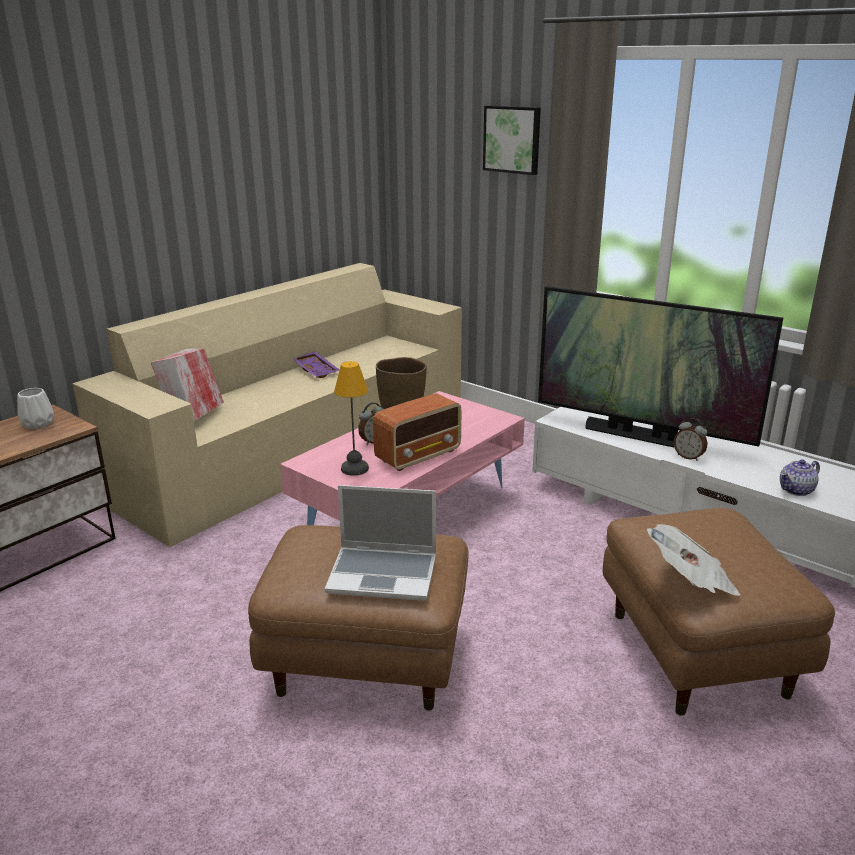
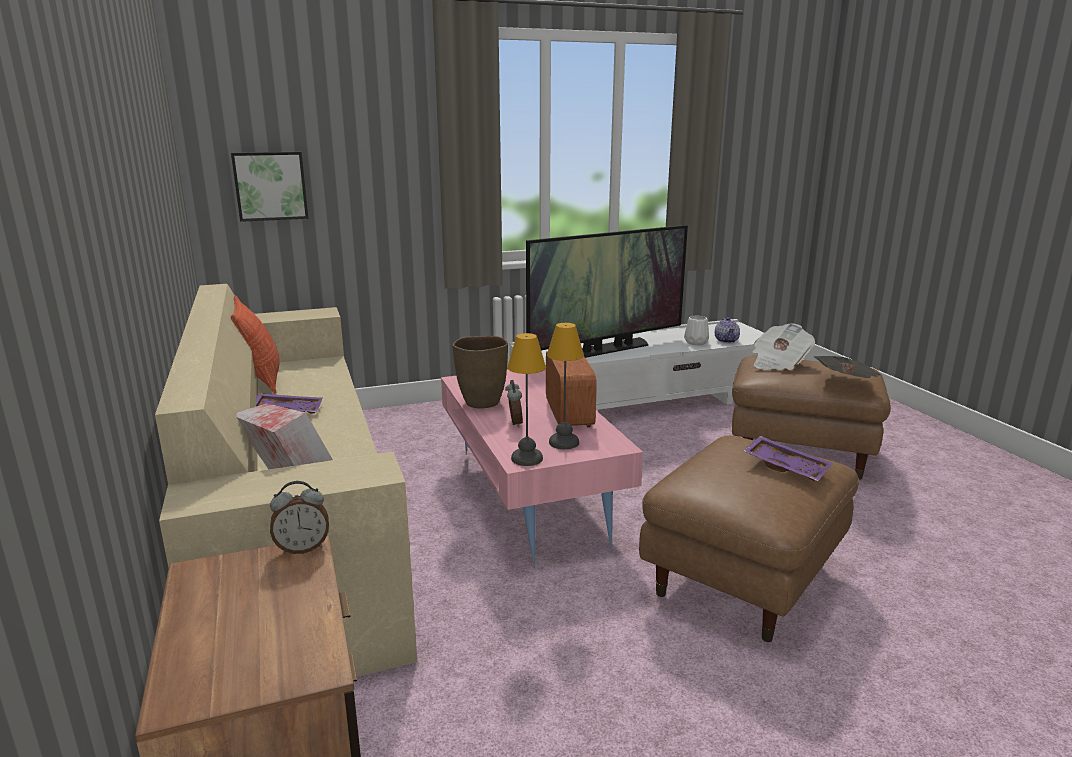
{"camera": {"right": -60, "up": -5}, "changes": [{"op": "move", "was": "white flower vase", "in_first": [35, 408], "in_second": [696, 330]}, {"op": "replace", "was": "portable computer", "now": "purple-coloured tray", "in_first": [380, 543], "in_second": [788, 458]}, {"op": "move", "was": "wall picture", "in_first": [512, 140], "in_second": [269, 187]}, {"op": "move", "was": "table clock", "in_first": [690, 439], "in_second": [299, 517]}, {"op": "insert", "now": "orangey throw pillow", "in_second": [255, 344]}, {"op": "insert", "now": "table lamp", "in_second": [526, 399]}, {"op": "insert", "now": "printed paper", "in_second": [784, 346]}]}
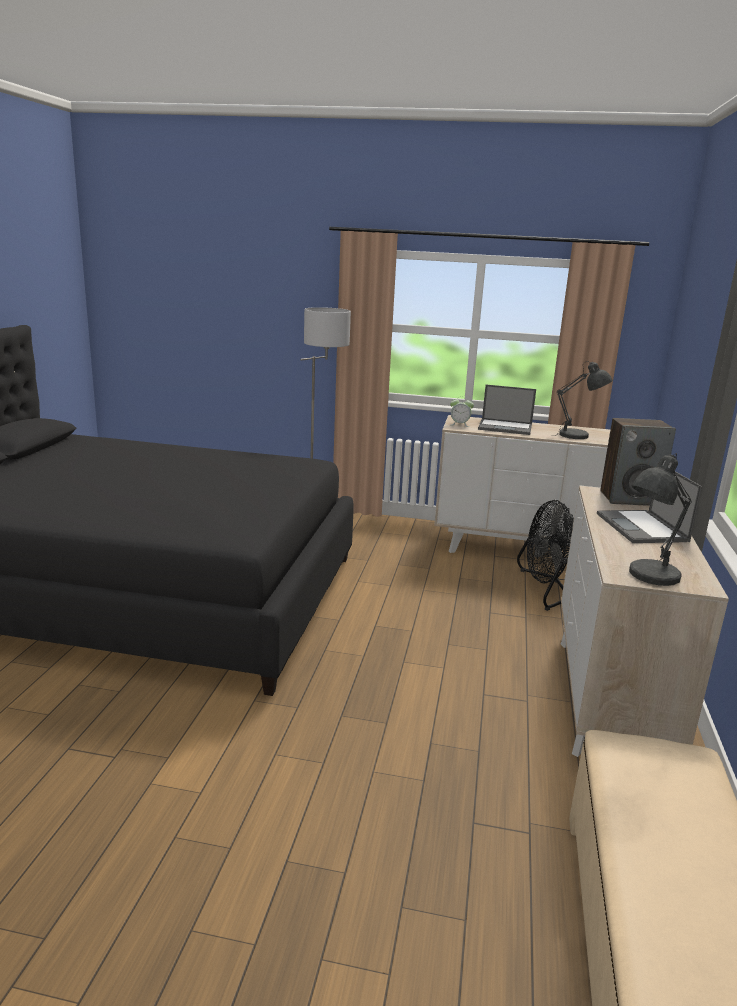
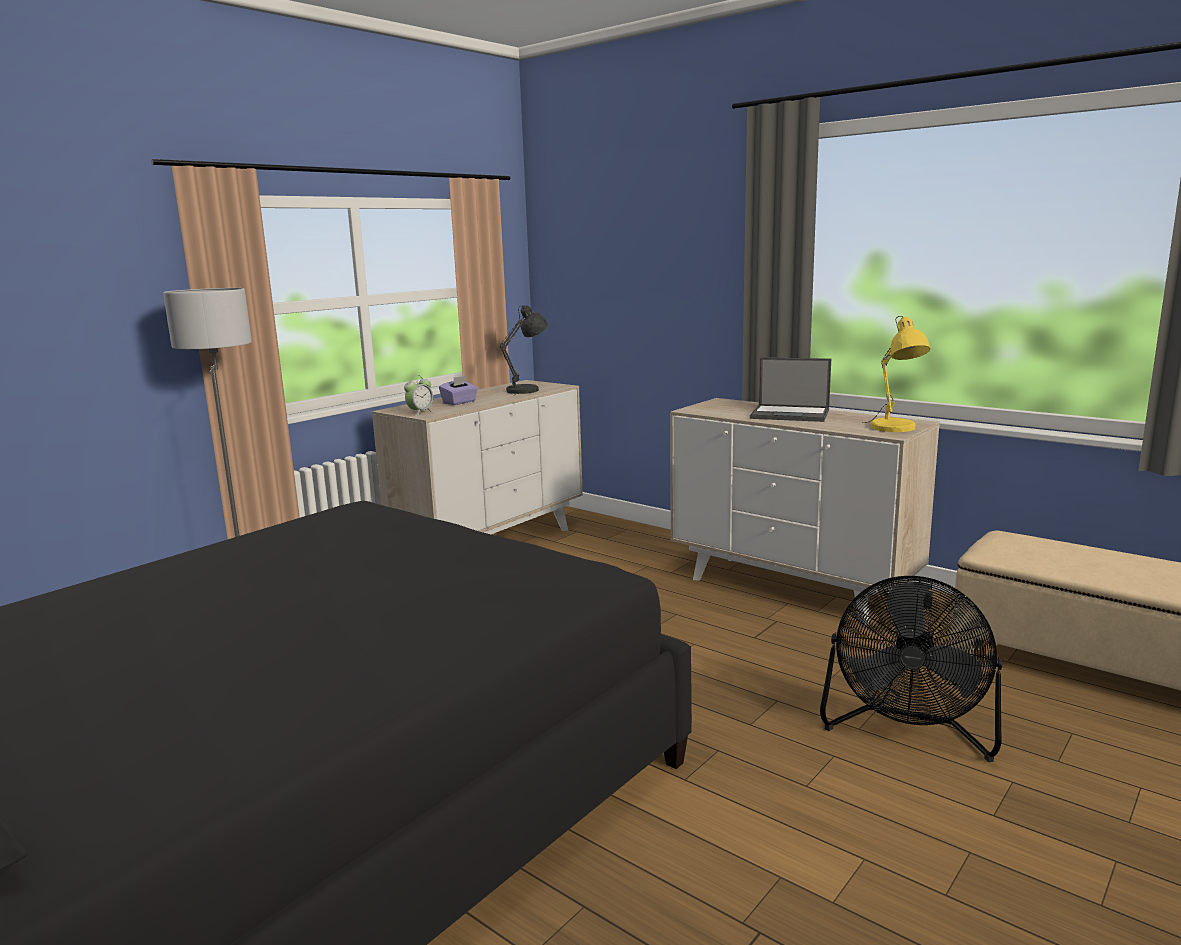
{"camera": {"right": -60, "up": -5}, "changes": [{"op": "replace", "was": "portable computer", "now": "purple-coloured tissue box", "in_first": [507, 410], "in_second": [458, 390]}, {"op": "move", "was": "blackish electric fan", "in_first": [545, 555], "in_second": [911, 669]}, {"op": "delete", "was": "loudspeaker", "in_first": [638, 462]}, {"op": "recolor", "was": "gray table lamp", "now": "yellow table lamp", "in_first": [660, 519], "in_second": [896, 374]}]}
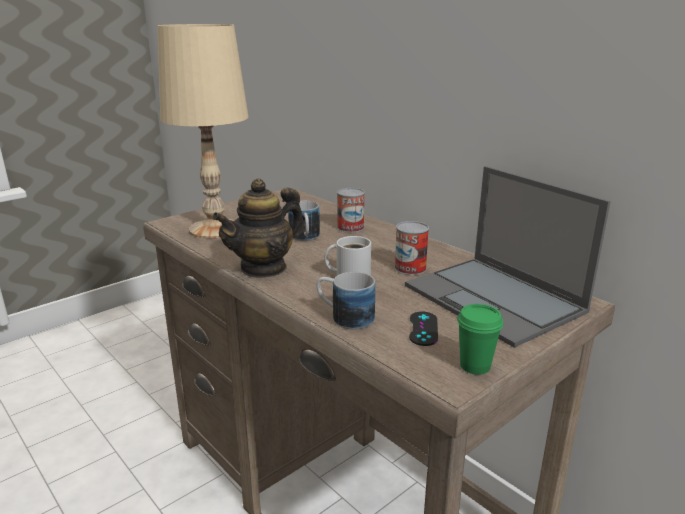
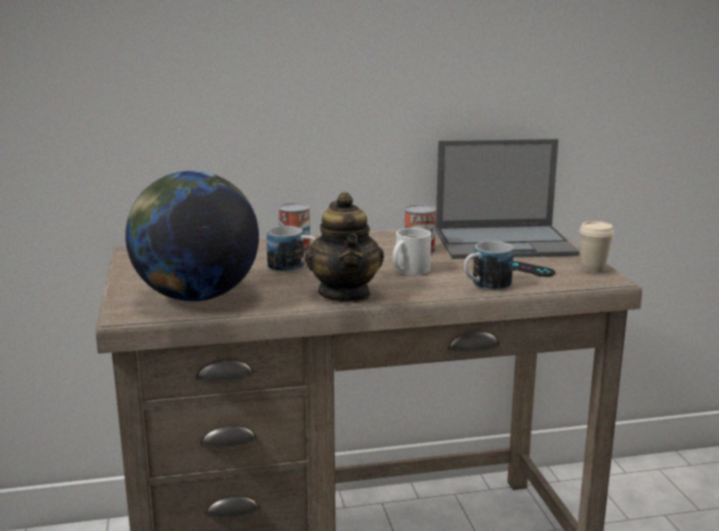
{"camera": {"right": -60, "up": -5}, "changes": [{"op": "replace", "was": "sand-coloured table lamp", "now": "world globe", "in_first": [202, 131], "in_second": [192, 236]}, {"op": "recolor", "was": "greenish small cup", "now": "sand-coloured small cup", "in_first": [480, 339], "in_second": [596, 247]}]}
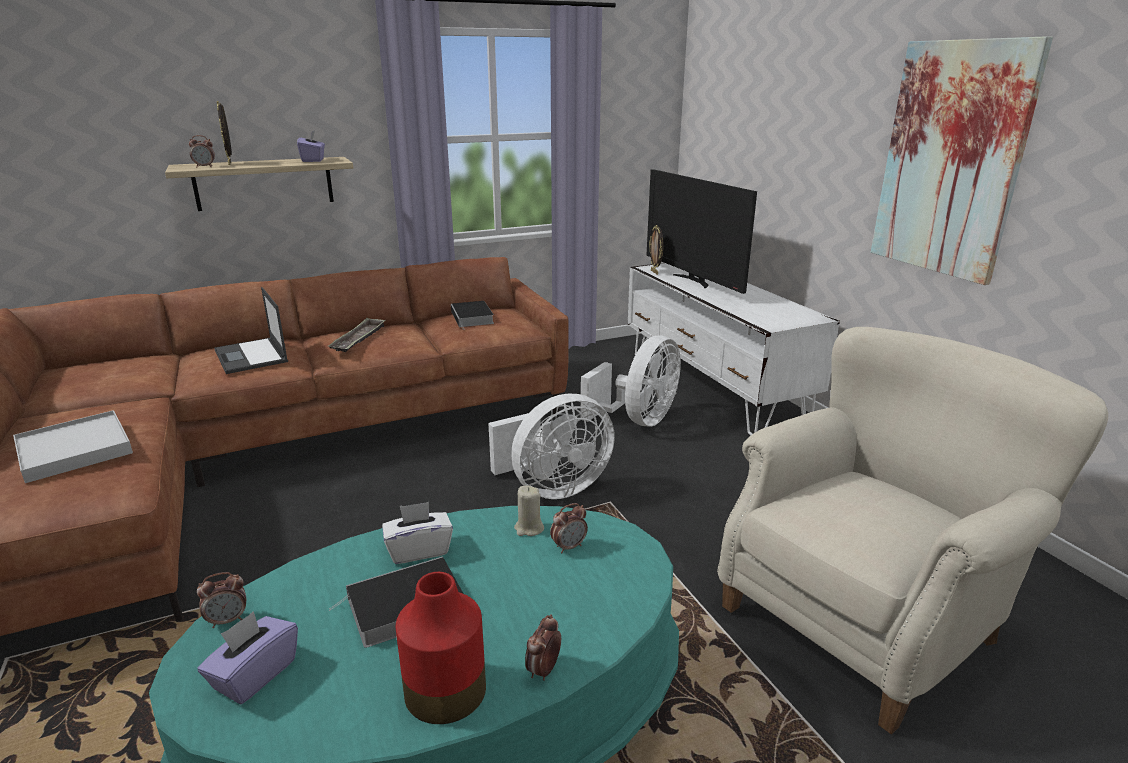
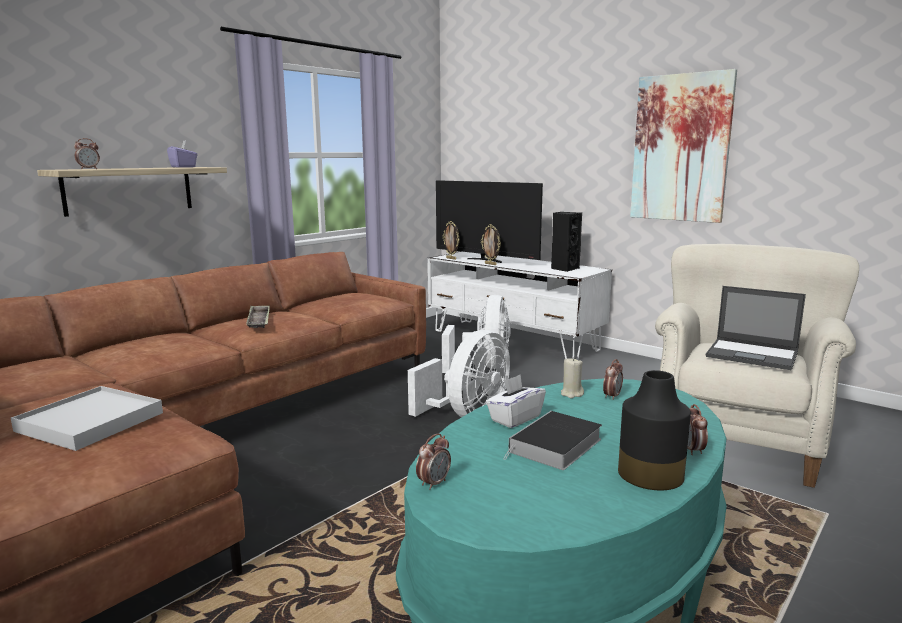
{"camera": {"right": -25, "up": -10}, "changes": [{"op": "delete", "was": "purple-coloured tissue box", "in_first": [247, 657]}, {"op": "move", "was": "portable computer", "in_first": [251, 330], "in_second": [756, 328]}, {"op": "move", "was": "photo frame", "in_first": [224, 133], "in_second": [491, 244]}, {"op": "recolor", "was": "red-coloured flower vase", "now": "blackish flower vase", "in_first": [441, 648], "in_second": [654, 430]}, {"op": "delete", "was": "bound book", "in_first": [472, 315]}, {"op": "insert", "now": "blackish loudspeaker", "in_second": [566, 242]}]}
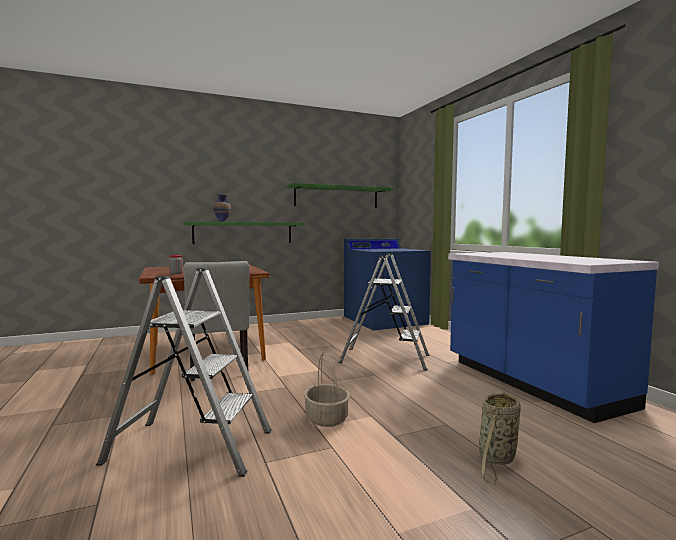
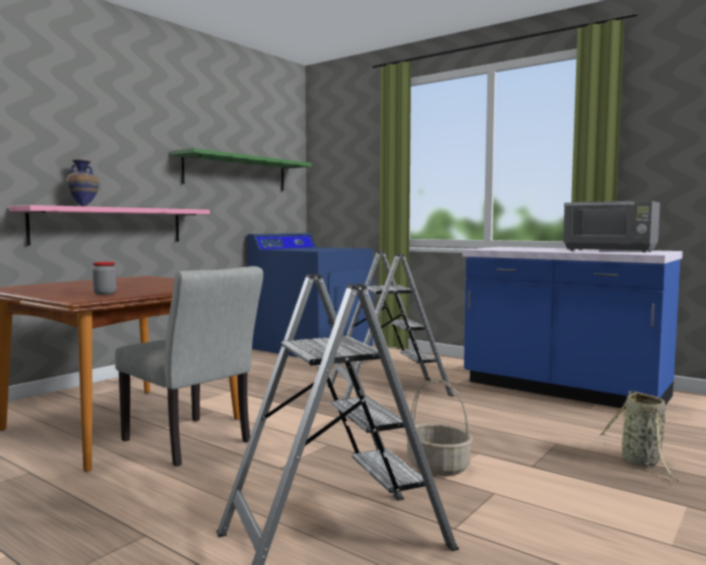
{"camera": {"right": -30, "up": 0}, "changes": [{"op": "recolor", "was": "greenish shelf", "now": "pink-coloured shelf", "in_first": [244, 233], "in_second": [109, 225]}, {"op": "insert", "now": "gray microwave oven", "in_second": [611, 226]}]}
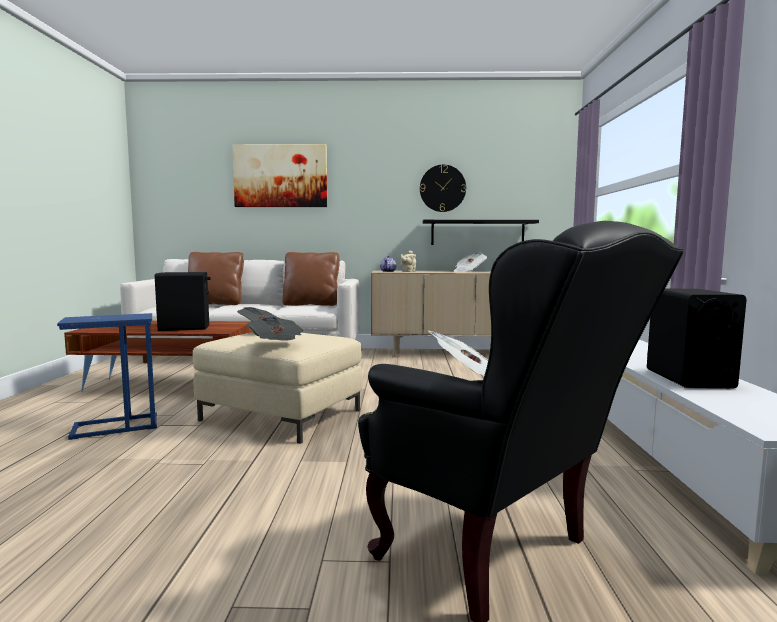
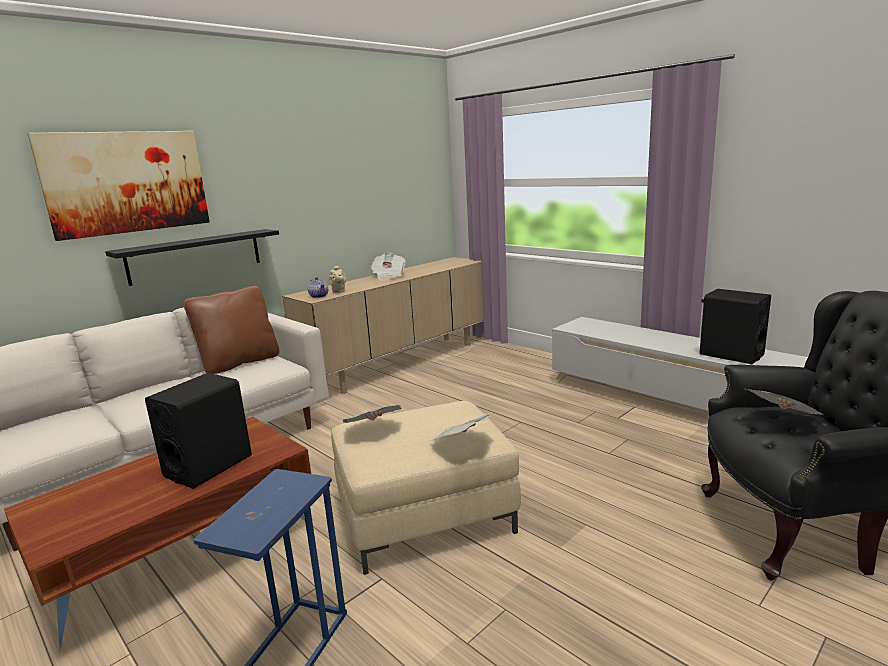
{"camera": {"right": -45, "up": 10}, "changes": [{"op": "delete", "was": "brown throw pillow", "in_first": [216, 278]}, {"op": "delete", "was": "clock on the wall", "in_first": [443, 188]}, {"op": "move", "was": "blackish shelf", "in_first": [481, 232], "in_second": [192, 257]}]}
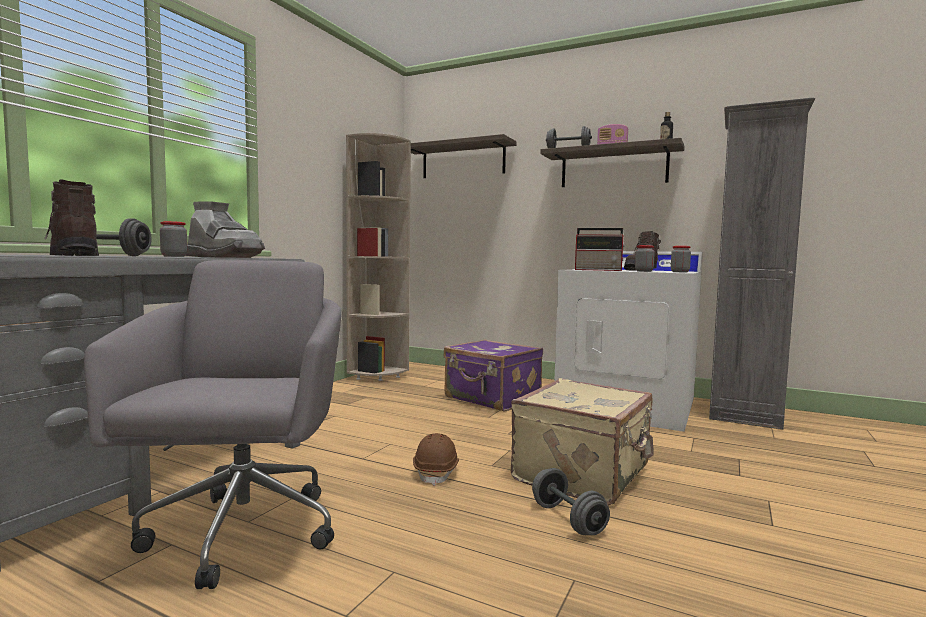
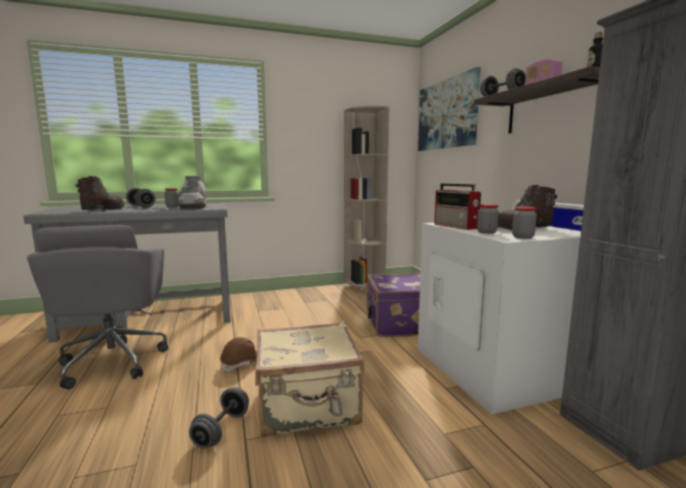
{"camera": {"right": 45, "up": 5}, "changes": [{"op": "rotate", "was": "gray office chair", "in_first": [212, 424], "in_second": [97, 307], "clockwise": 120}, {"op": "replace", "was": "shelf", "now": "wall picture", "in_first": [464, 156], "in_second": [449, 109]}]}
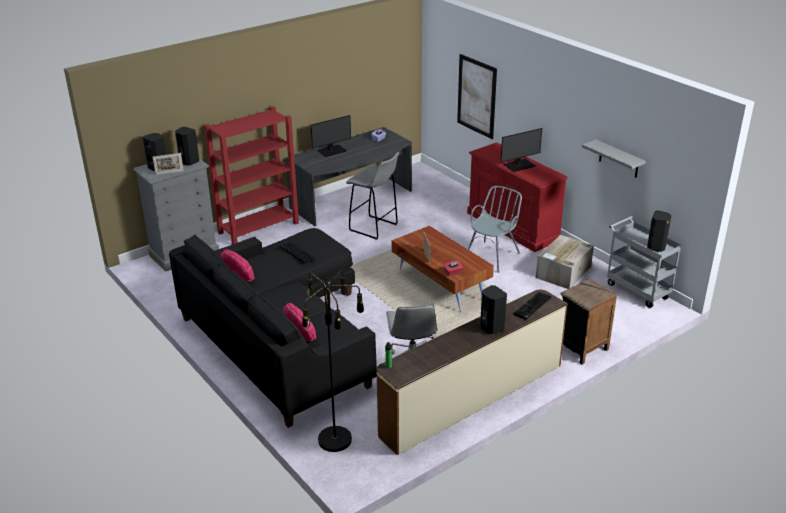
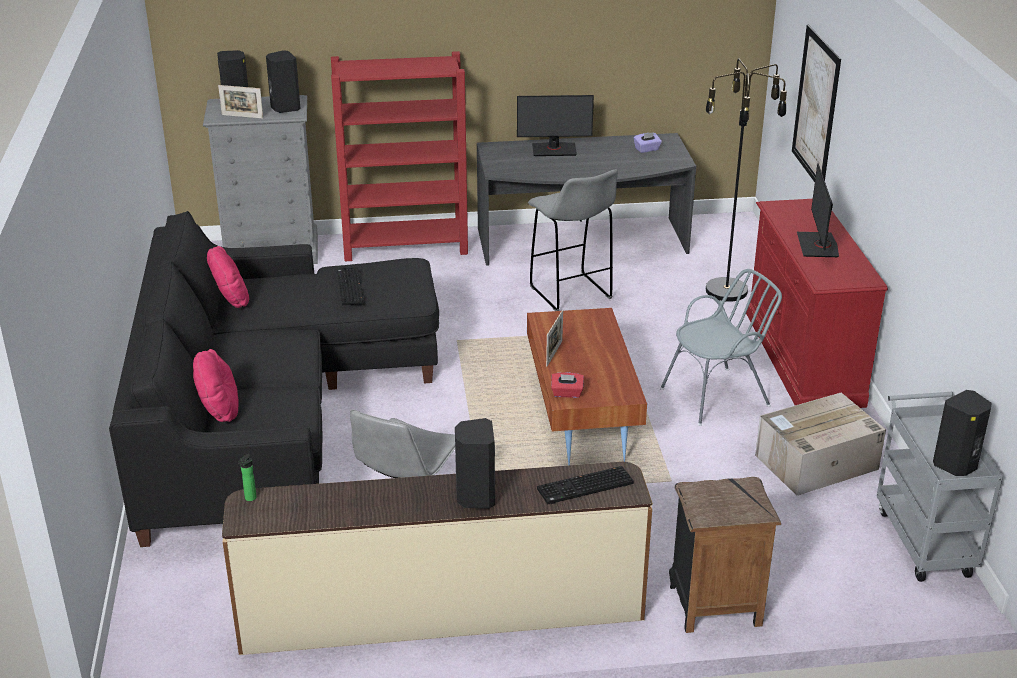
{"camera": {"right": 30, "up": 0}, "changes": [{"op": "move", "was": "standing lamp", "in_first": [333, 361], "in_second": [746, 180]}, {"op": "rotate", "was": "monitor", "in_first": [521, 150], "in_second": [818, 210], "clockwise": 90}, {"op": "delete", "was": "gray shelf", "in_first": [614, 159]}]}
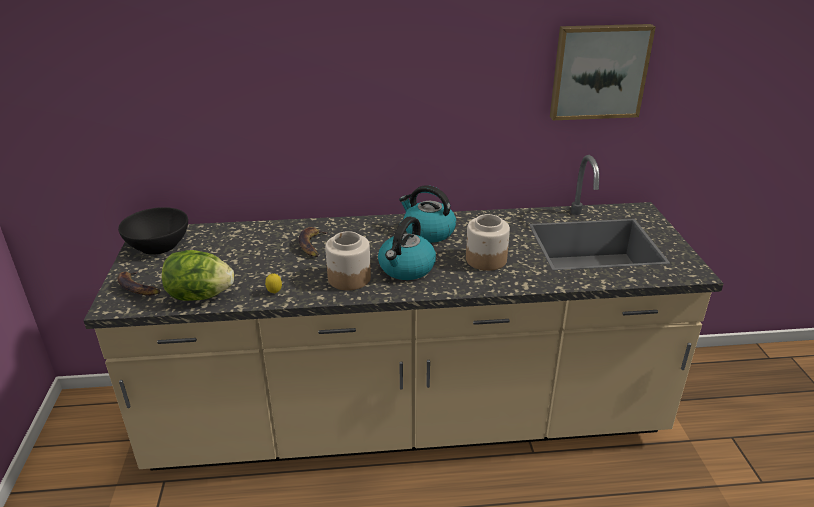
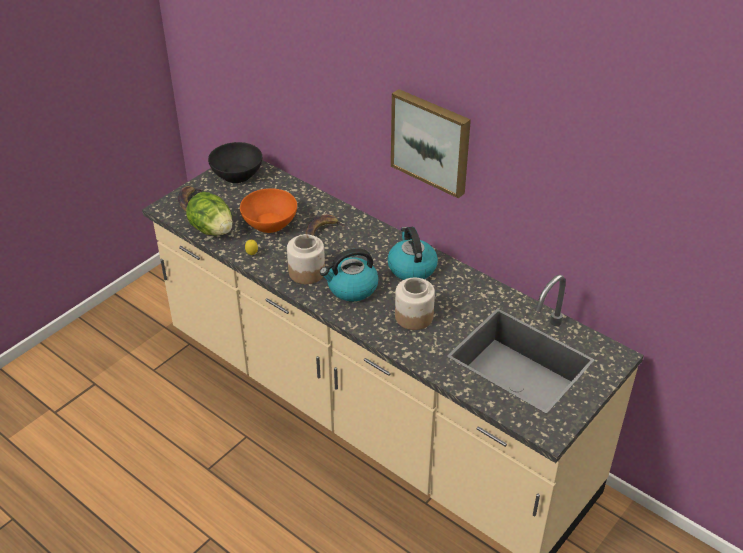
{"camera": {"right": 45, "up": 10}, "changes": [{"op": "move", "was": "wall picture", "in_first": [603, 72], "in_second": [431, 143]}, {"op": "insert", "now": "orangey serving bowl", "in_second": [268, 210]}]}
